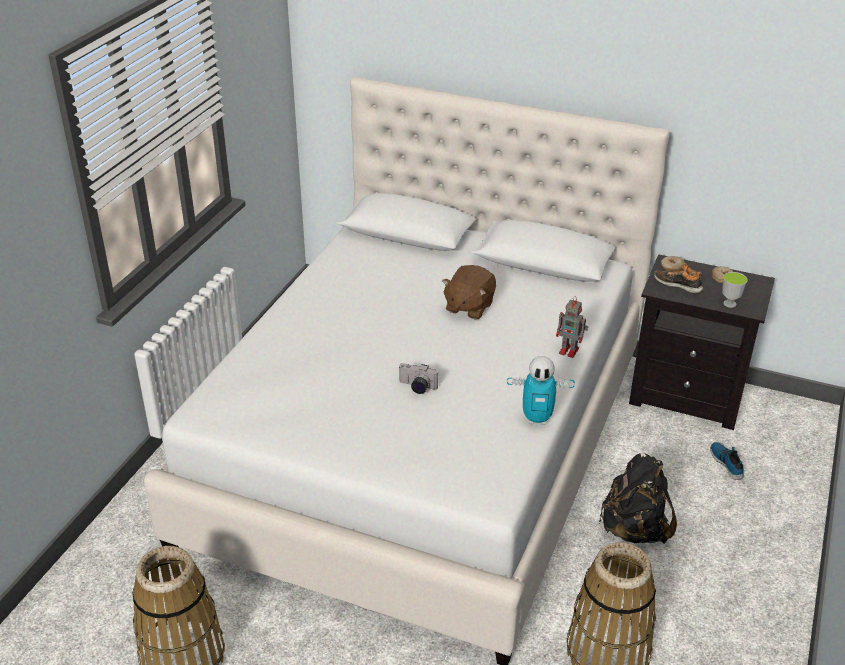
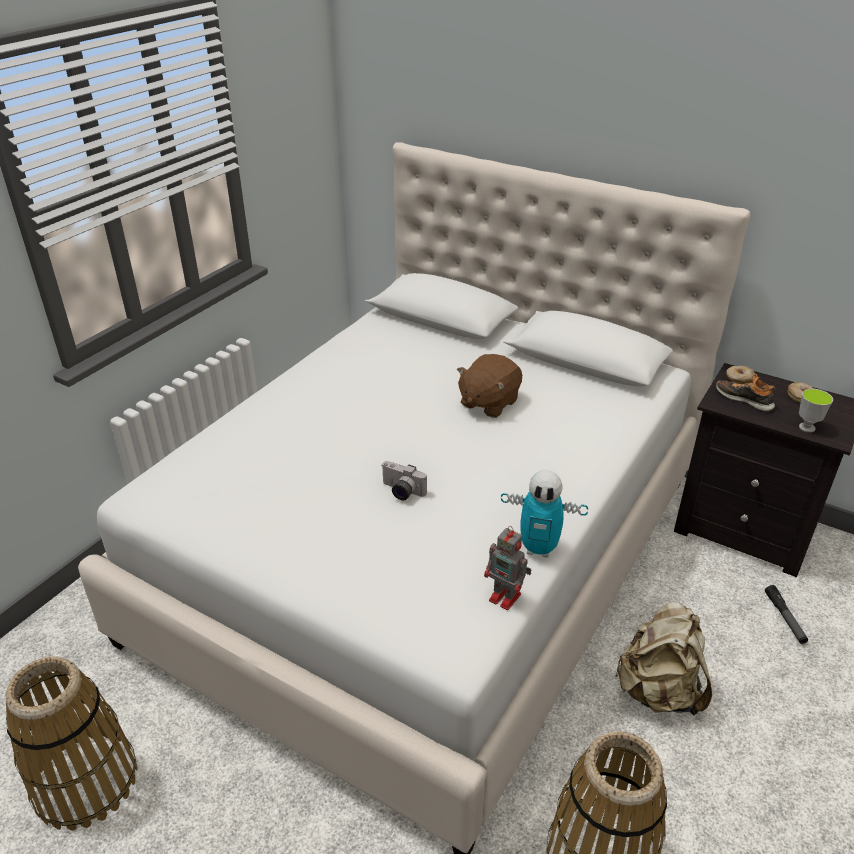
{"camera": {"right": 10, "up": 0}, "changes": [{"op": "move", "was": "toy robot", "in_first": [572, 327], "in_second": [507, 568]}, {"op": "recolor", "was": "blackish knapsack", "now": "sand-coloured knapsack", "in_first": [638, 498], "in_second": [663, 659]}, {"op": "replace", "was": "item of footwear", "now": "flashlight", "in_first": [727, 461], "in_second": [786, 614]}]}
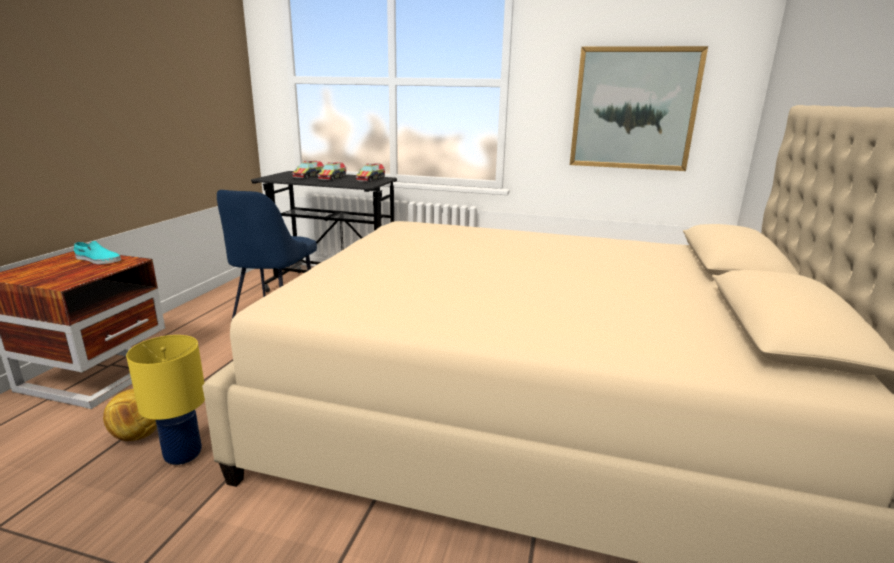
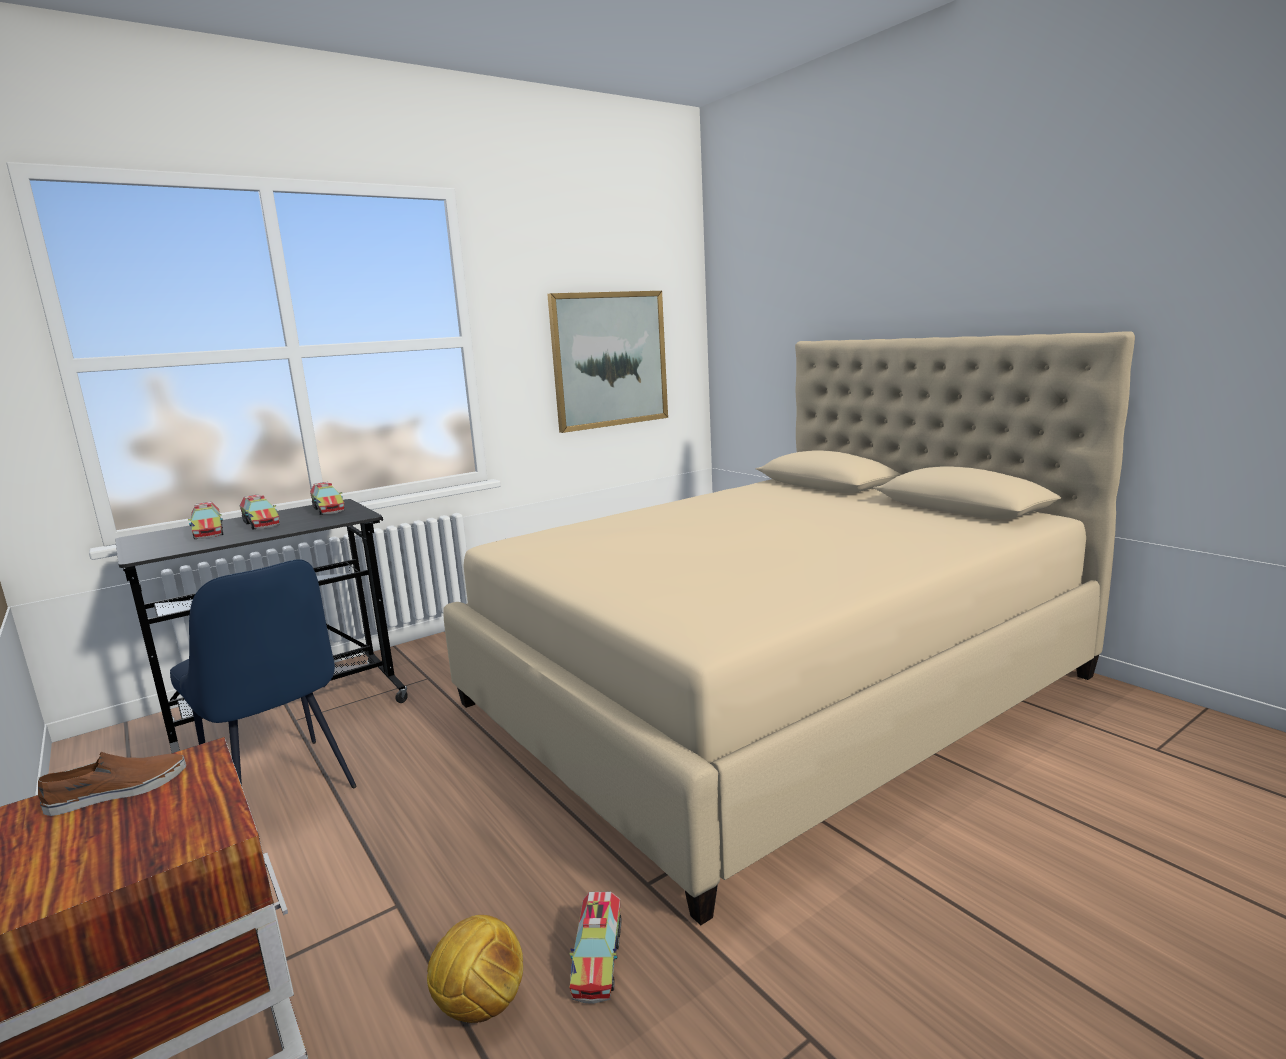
{"camera": {"right": -50, "up": -5}, "changes": [{"op": "recolor", "was": "turquoise-coloured item of footwear", "now": "brown item of footwear", "in_first": [97, 252], "in_second": [112, 784]}, {"op": "replace", "was": "yellow table lamp", "now": "toy lorry", "in_first": [165, 400], "in_second": [595, 948]}]}
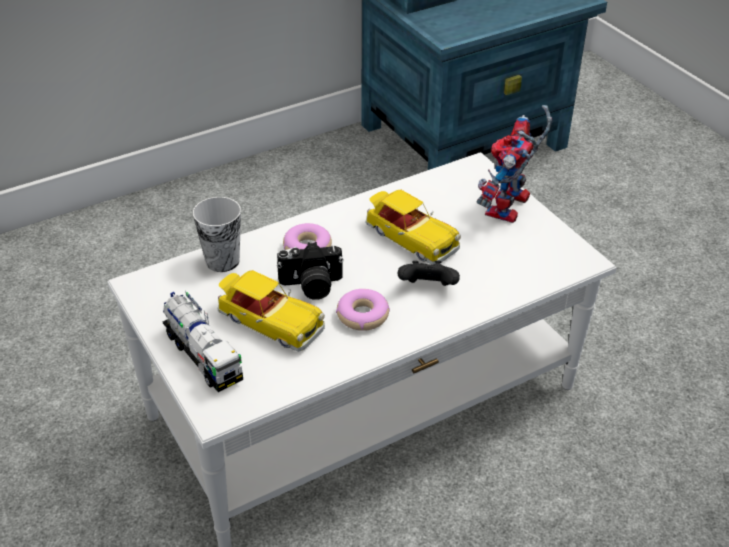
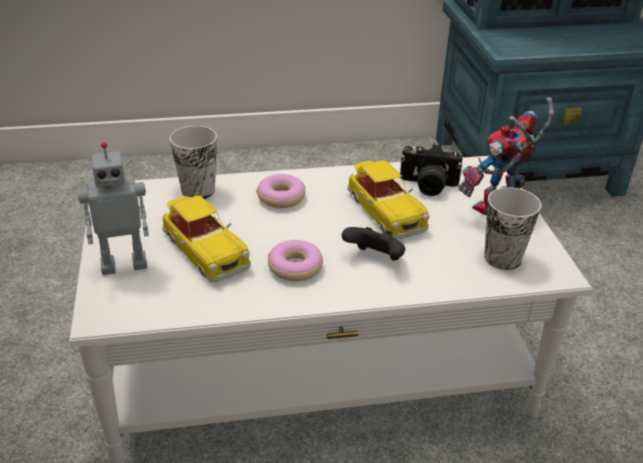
{"camera": {"right": 20, "up": -5}, "changes": [{"op": "replace", "was": "toy lorry", "now": "toy robot", "in_first": [203, 341], "in_second": [113, 208]}, {"op": "move", "was": "still camera", "in_first": [310, 271], "in_second": [431, 170]}, {"op": "insert", "now": "small cup", "in_second": [513, 228]}]}
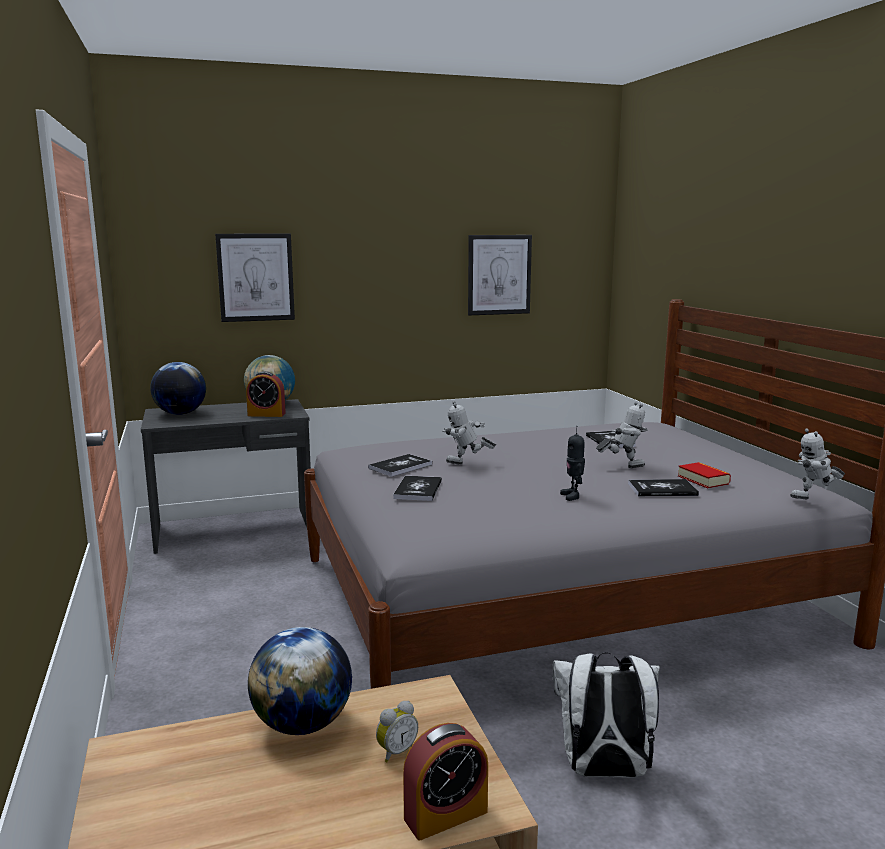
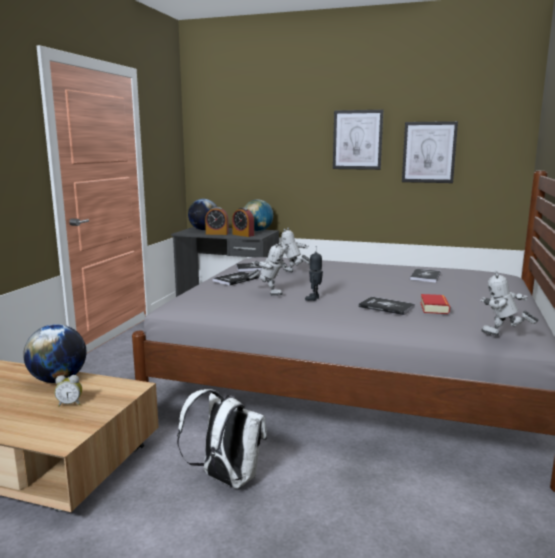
{"camera": {"right": 35, "up": 0}, "changes": [{"op": "move", "was": "wall picture", "in_first": [255, 277], "in_second": [358, 140]}, {"op": "move", "was": "table clock", "in_first": [445, 781], "in_second": [217, 221]}, {"op": "move", "was": "toy robot", "in_first": [621, 435], "in_second": [267, 268]}]}
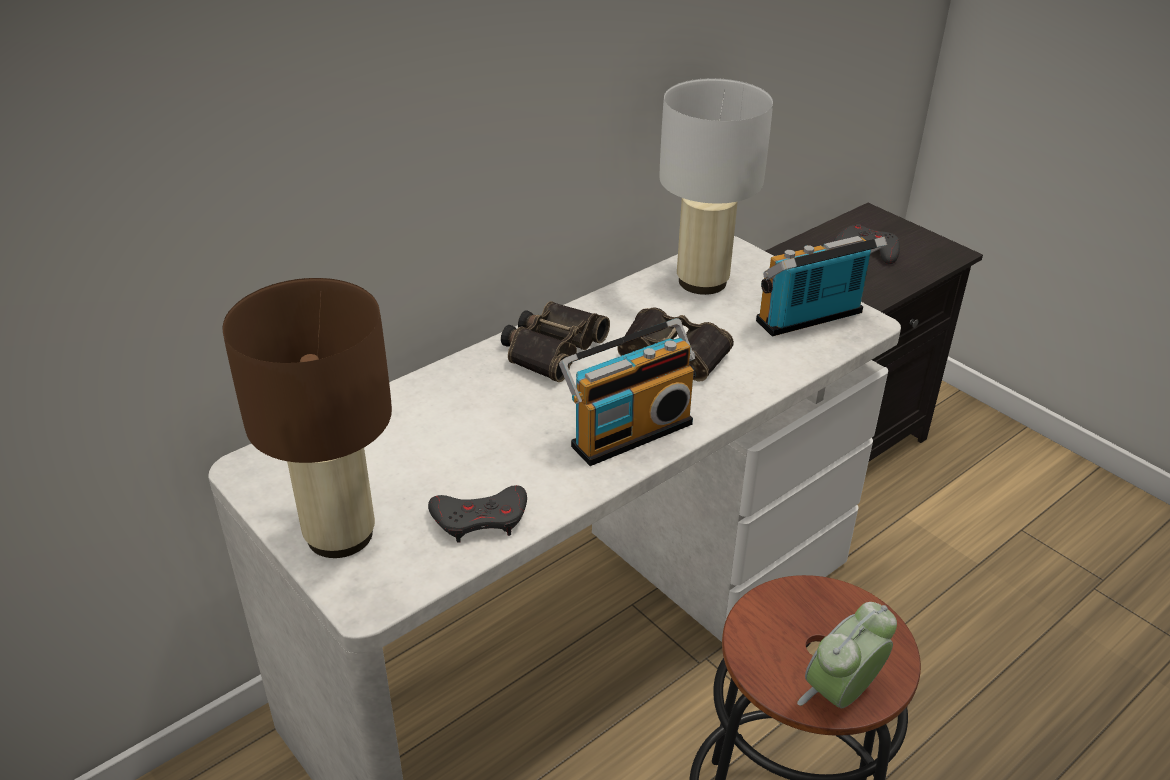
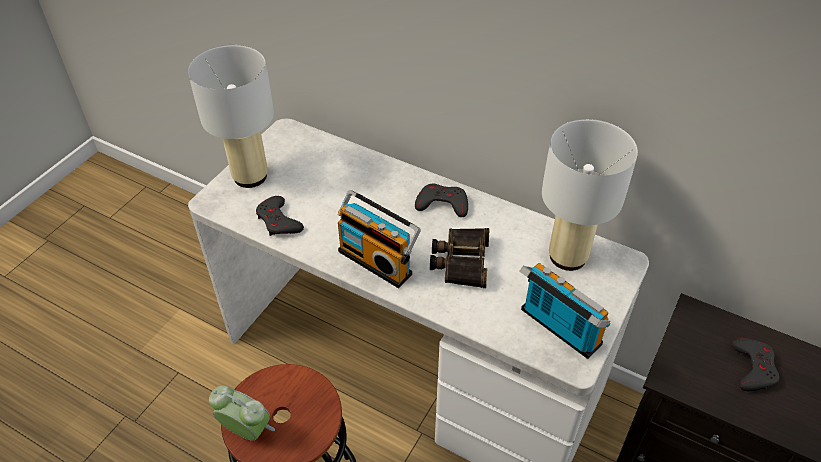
{"camera": {"right": 70, "up": 10}, "changes": [{"op": "recolor", "was": "brown table lamp", "now": "white table lamp", "in_first": [307, 418], "in_second": [231, 116]}, {"op": "replace", "was": "field glasses", "now": "gray gamepad", "in_first": [555, 341], "in_second": [441, 200]}]}
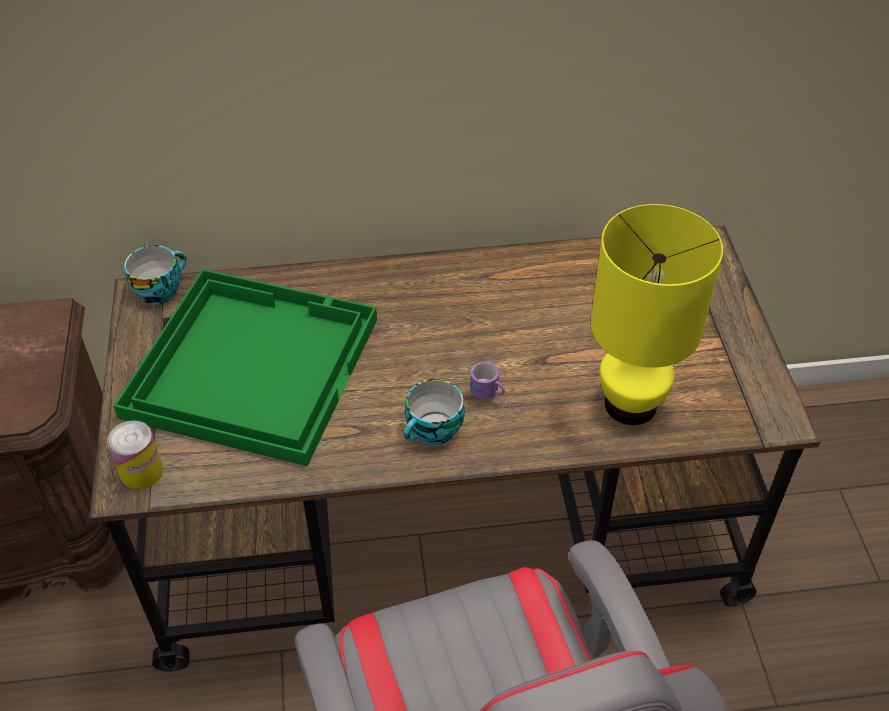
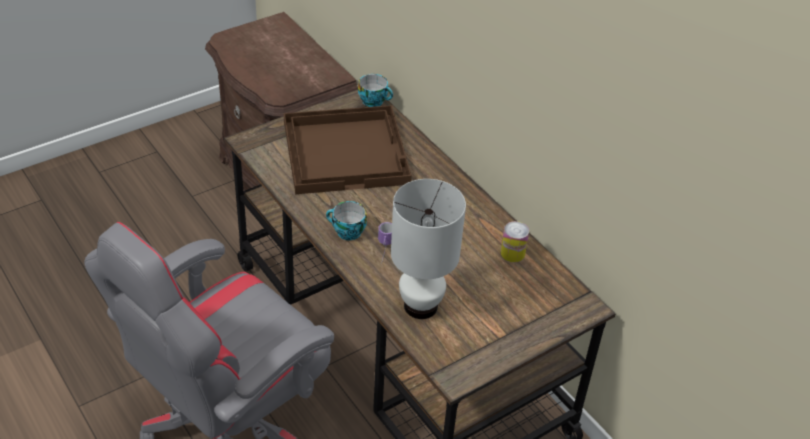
{"camera": {"right": 60, "up": -5}, "changes": [{"op": "move", "was": "sealed can", "in_first": [135, 455], "in_second": [515, 241]}, {"op": "recolor", "was": "greenish tray", "now": "brown tray", "in_first": [245, 367], "in_second": [348, 149]}, {"op": "recolor", "was": "yellow table lamp", "now": "white table lamp", "in_first": [657, 314], "in_second": [428, 249]}]}
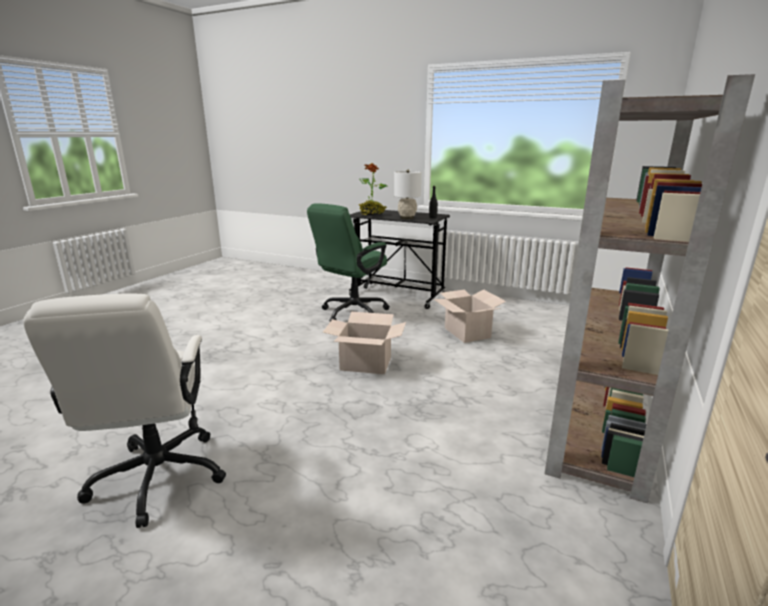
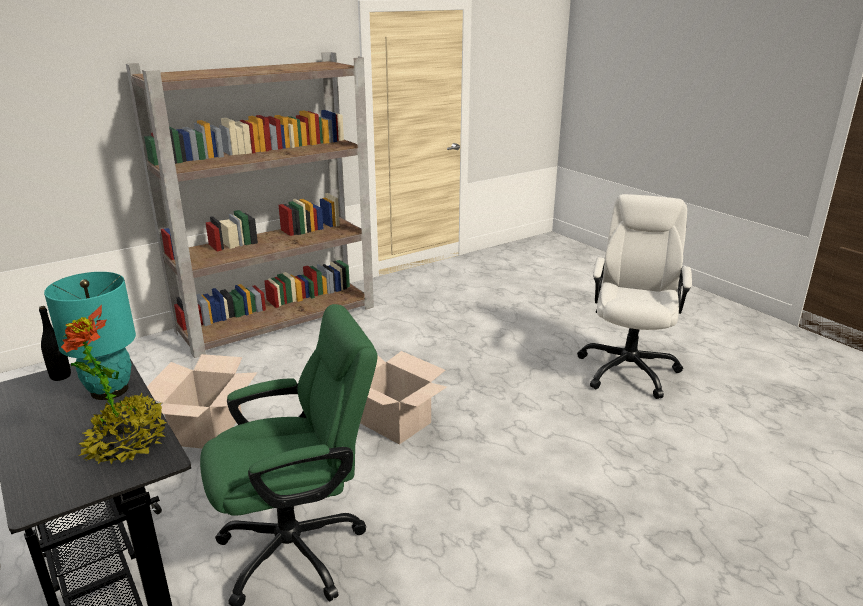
{"camera": {"right": -150, "up": 5}, "changes": [{"op": "recolor", "was": "white table lamp", "now": "turquoise-coloured table lamp", "in_first": [408, 194], "in_second": [90, 336]}]}
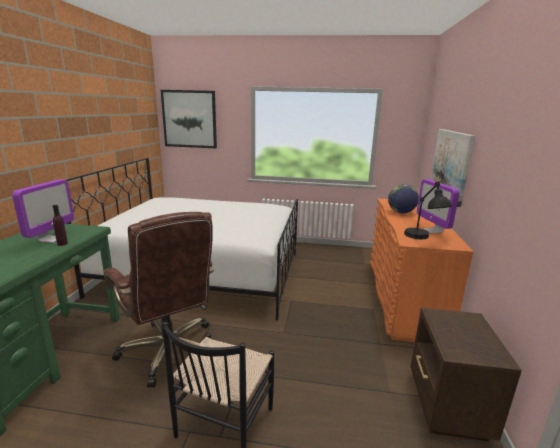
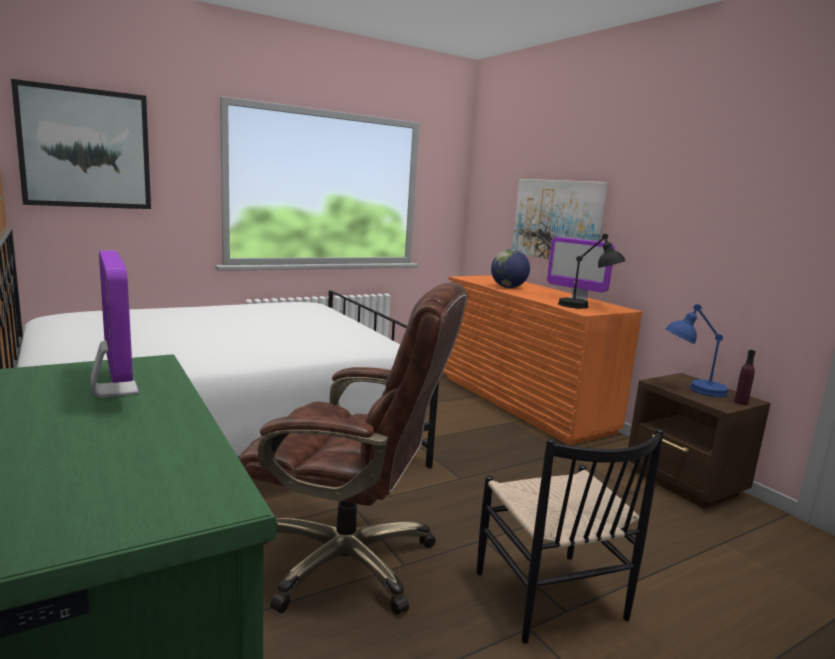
{"camera": {"right": -40, "up": -5}, "changes": [{"op": "move", "was": "purple-coloured bottle", "in_first": [60, 225], "in_second": [745, 377]}, {"op": "insert", "now": "bluish table lamp", "in_second": [696, 350]}]}
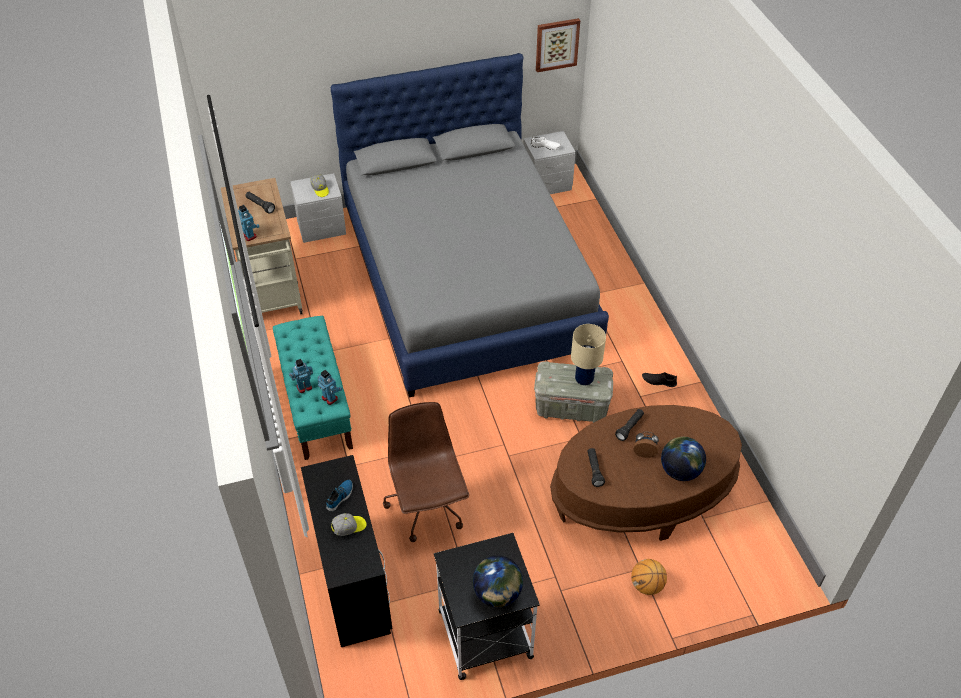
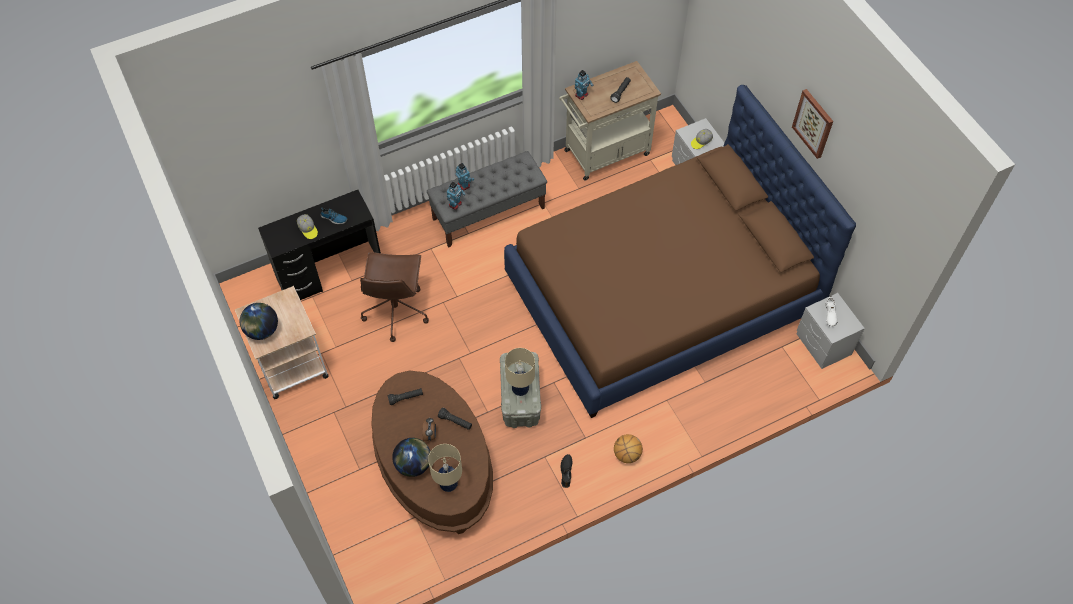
{"camera": {"right": 80, "up": 10}, "changes": [{"op": "recolor", "was": "turquoise-coloured indoor bench", "now": "gray indoor bench", "in_first": [313, 388], "in_second": [487, 199]}, {"op": "recolor", "was": "gray bed", "now": "brown bed", "in_first": [470, 225], "in_second": [680, 251]}, {"op": "rotate", "was": "brown office chair", "in_first": [426, 472], "in_second": [394, 297], "clockwise": 120}, {"op": "recolor", "was": "blackish trolley", "now": "sand-coloured trolley", "in_first": [487, 606], "in_second": [282, 342]}, {"op": "move", "was": "wall picture", "in_first": [558, 45], "in_second": [812, 124]}, {"op": "move", "was": "basketball", "in_first": [649, 577], "in_second": [628, 448]}, {"op": "insert", "now": "sand-coloured table lamp", "in_second": [445, 468]}]}
